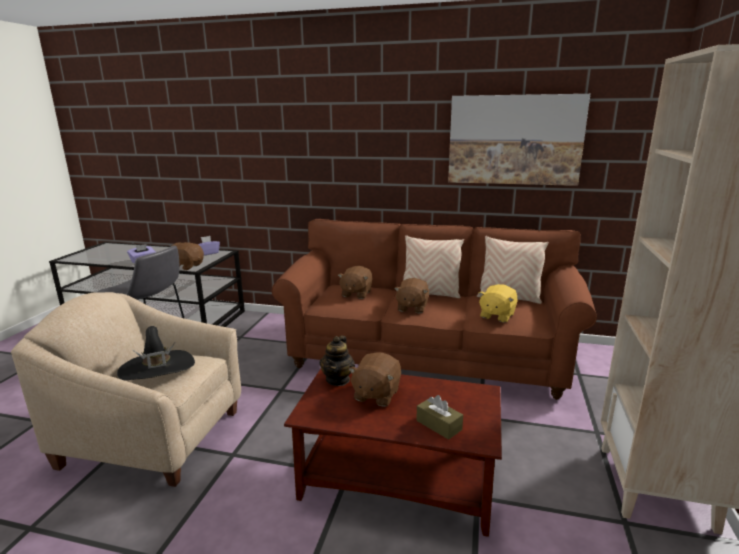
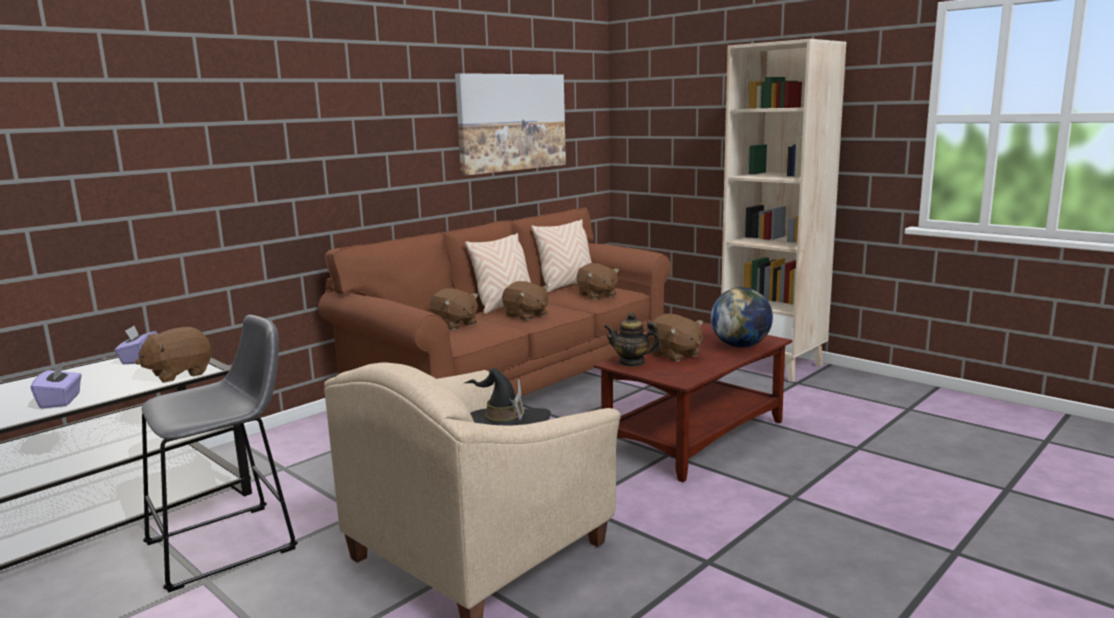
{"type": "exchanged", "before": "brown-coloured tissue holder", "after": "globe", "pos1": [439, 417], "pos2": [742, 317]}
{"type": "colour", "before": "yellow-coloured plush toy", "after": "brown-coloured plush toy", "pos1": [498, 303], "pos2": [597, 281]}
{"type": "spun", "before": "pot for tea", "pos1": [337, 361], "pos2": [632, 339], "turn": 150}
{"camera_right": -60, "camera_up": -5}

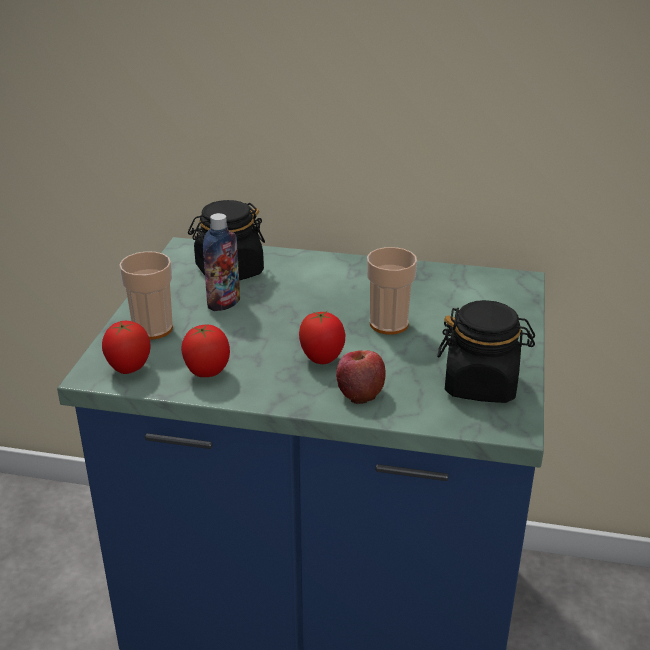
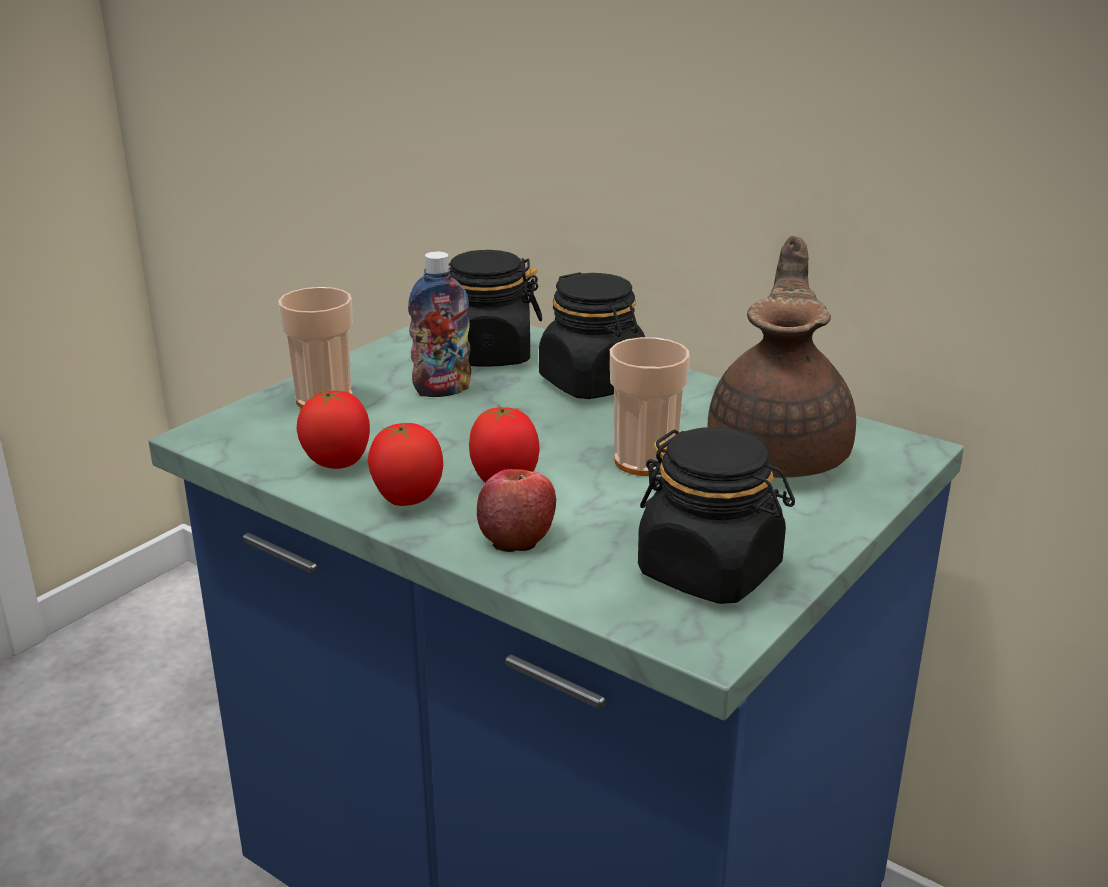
{"type": "appeared", "after": "black preserve jar", "pos2": [592, 335]}
{"type": "appeared", "after": "brown-coloured pot for tea", "pos2": [782, 357]}
{"type": "relocated", "before": "whole tomato", "pos1": [126, 347], "pos2": [405, 464]}
{"camera_right": 25, "camera_up": -5}

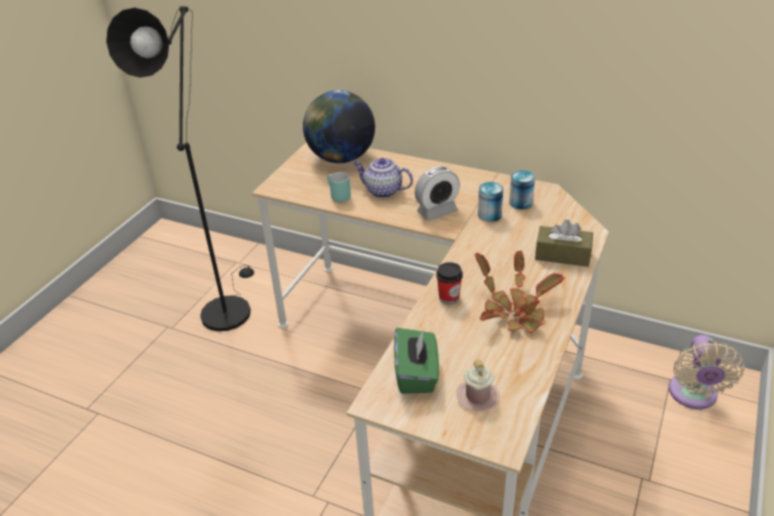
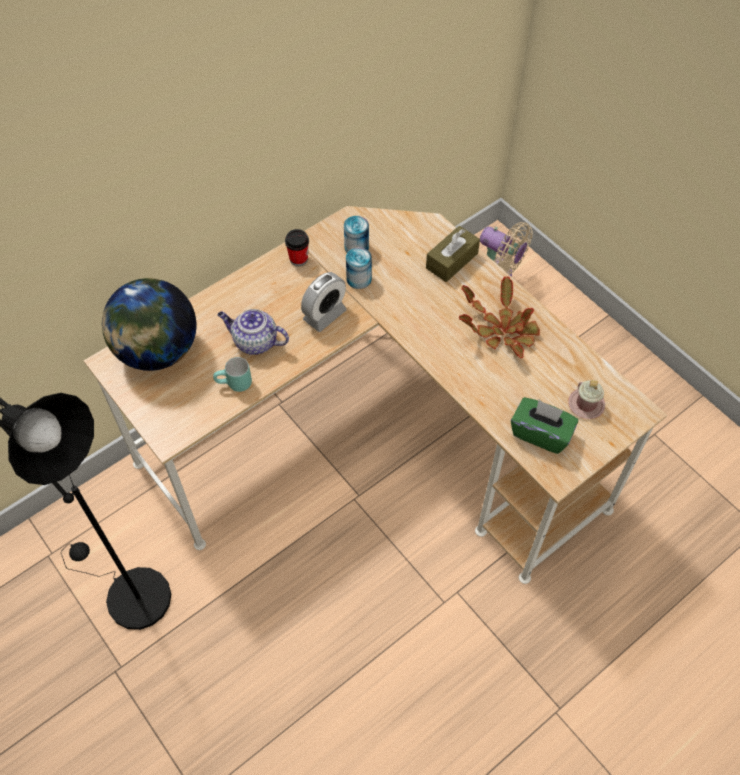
{"type": "relocated", "before": "drinking cup", "pos1": [449, 283], "pos2": [297, 247]}
{"type": "spun", "before": "pot for tea", "pos1": [383, 178], "pos2": [253, 332], "turn": 60}
{"type": "spun", "before": "alarm clock", "pos1": [437, 193], "pos2": [324, 302], "turn": 45}
{"camera_right": -65, "camera_up": 20}

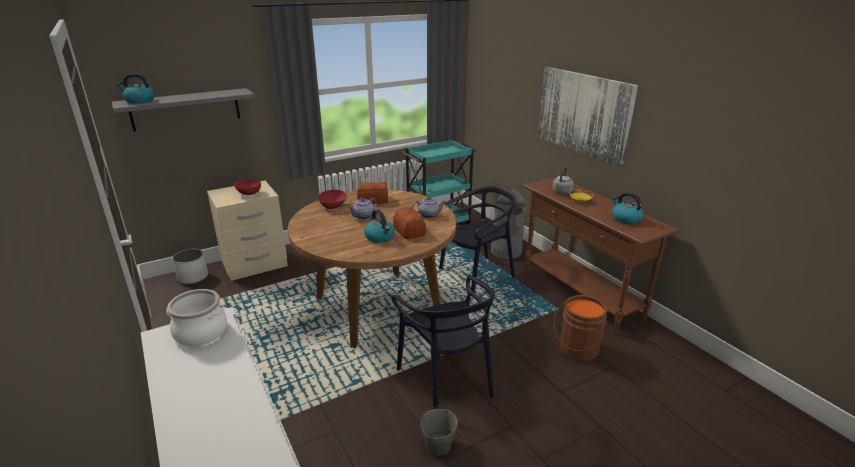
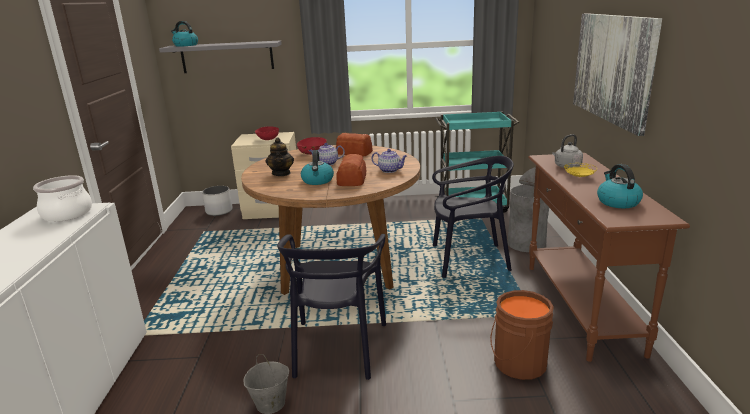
{"type": "appeared", "after": "pot for tea", "pos2": [280, 157]}
{"camera_right": 30, "camera_up": -5}

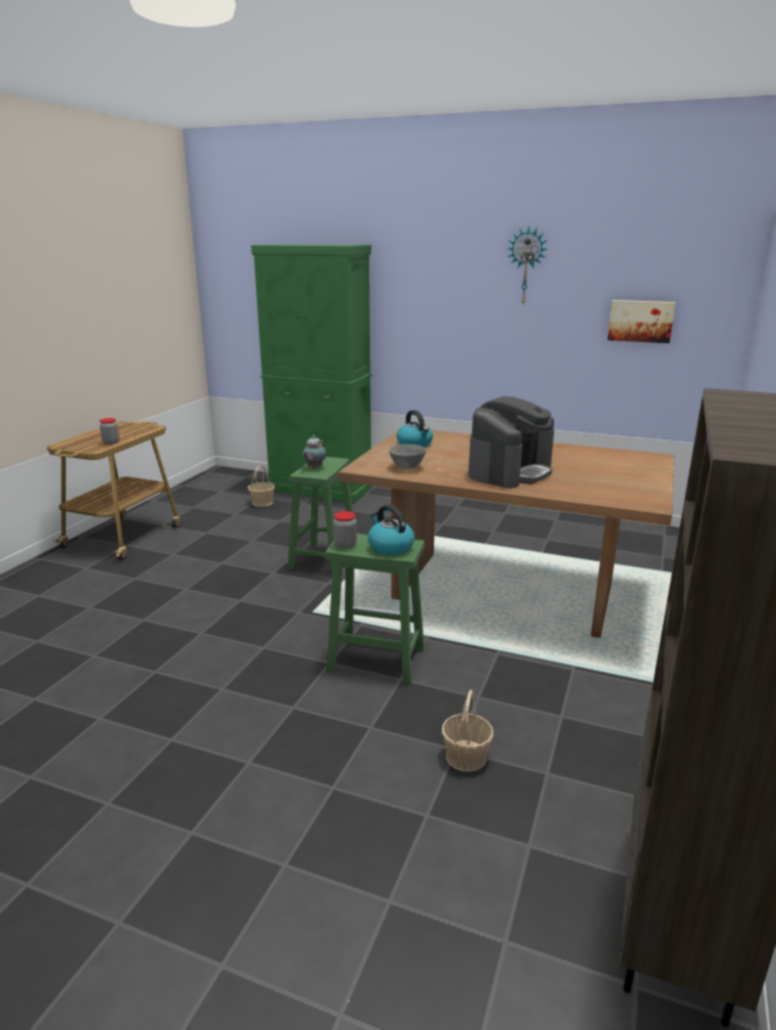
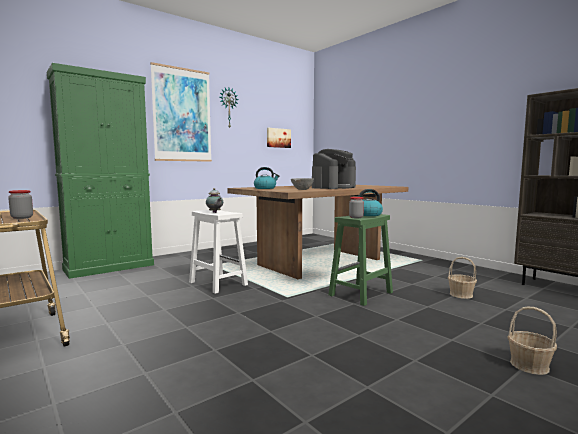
{"type": "appeared", "after": "wall picture", "pos2": [181, 112]}
{"type": "relocated", "before": "storage basket", "pos1": [261, 486], "pos2": [532, 341]}
{"type": "colour", "before": "green-coloured sitting stool", "after": "white-coloured sitting stool", "pos1": [320, 515], "pos2": [218, 252]}
{"type": "spun", "before": "coffee machine", "pos1": [511, 442], "pos2": [334, 169], "turn": 60}
{"camera_right": -60, "camera_up": -15}

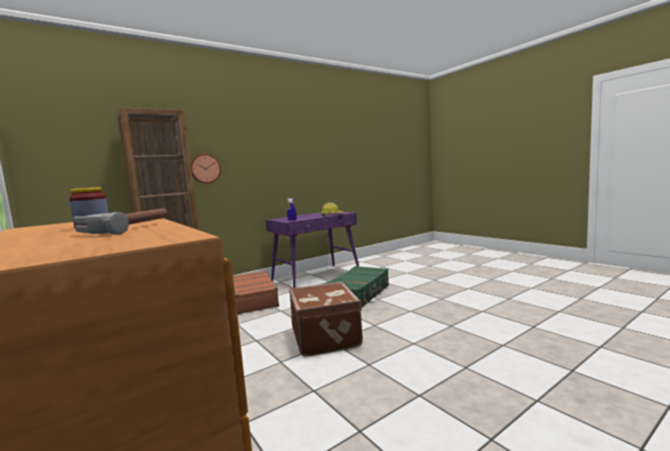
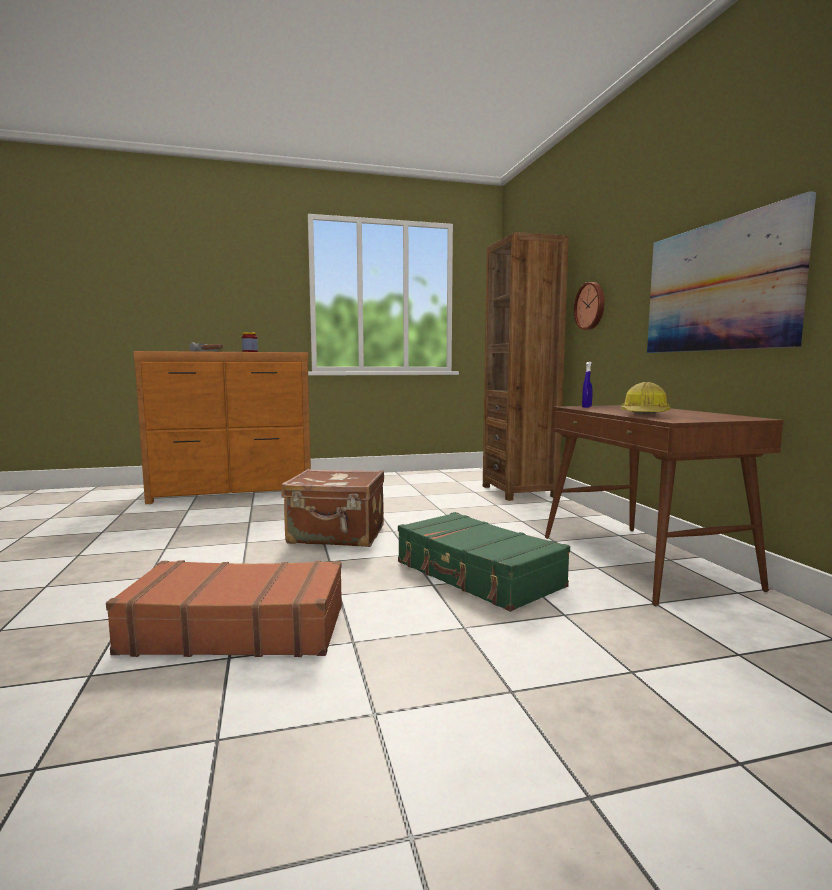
{"type": "appeared", "after": "wall picture", "pos2": [731, 272]}
{"type": "relocated", "before": "brown-coloured piece of luggage", "pos1": [256, 292], "pos2": [224, 608]}
{"type": "colour", "before": "purplish desk", "after": "brown-coloured desk", "pos1": [312, 250], "pos2": [664, 505]}
{"camera_right": 110, "camera_up": 0}

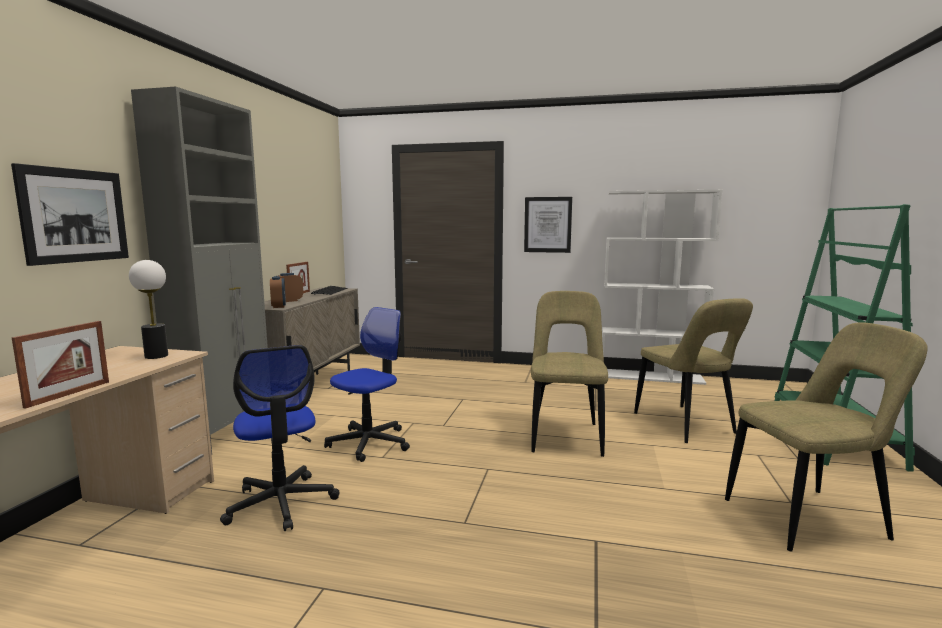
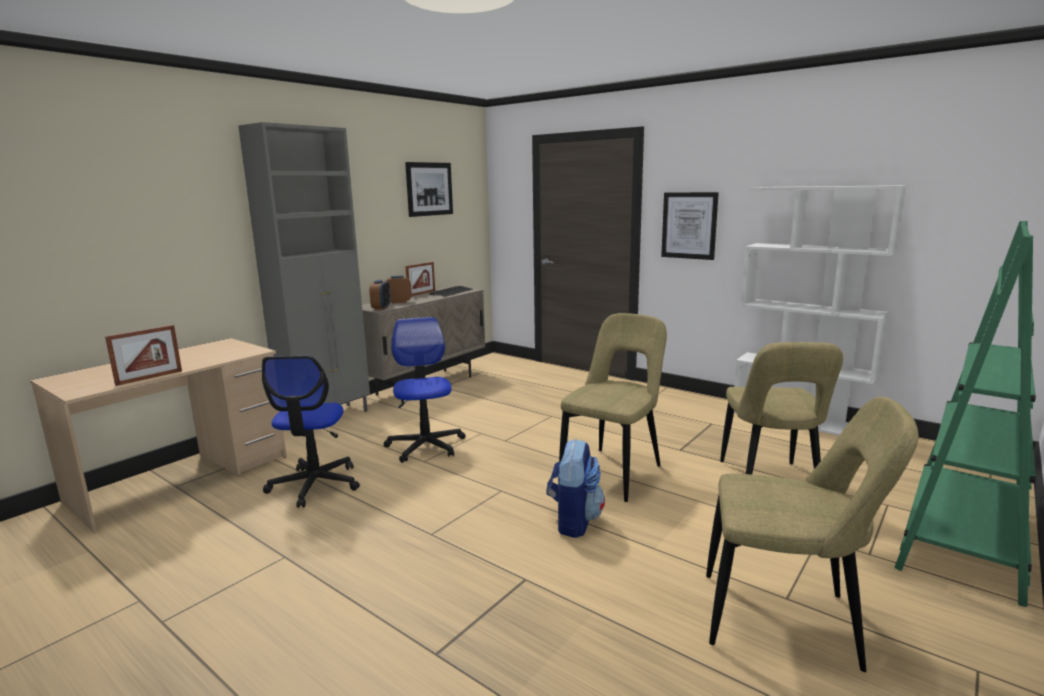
{"type": "missing", "before": "lamp for a table", "pos1": [148, 309]}
{"type": "appeared", "after": "rucksack", "pos2": [575, 488]}
{"type": "relocated", "before": "wall picture", "pos1": [70, 214], "pos2": [429, 189]}
{"type": "spun", "before": "desk chair", "pos1": [367, 384], "pos2": [425, 390], "turn": -75}
{"camera_right": 25, "camera_up": 5}

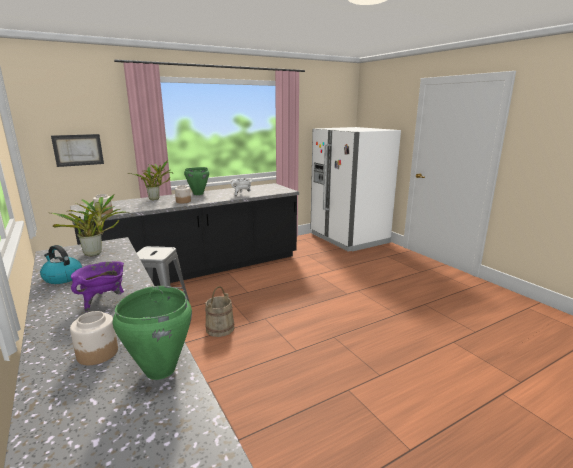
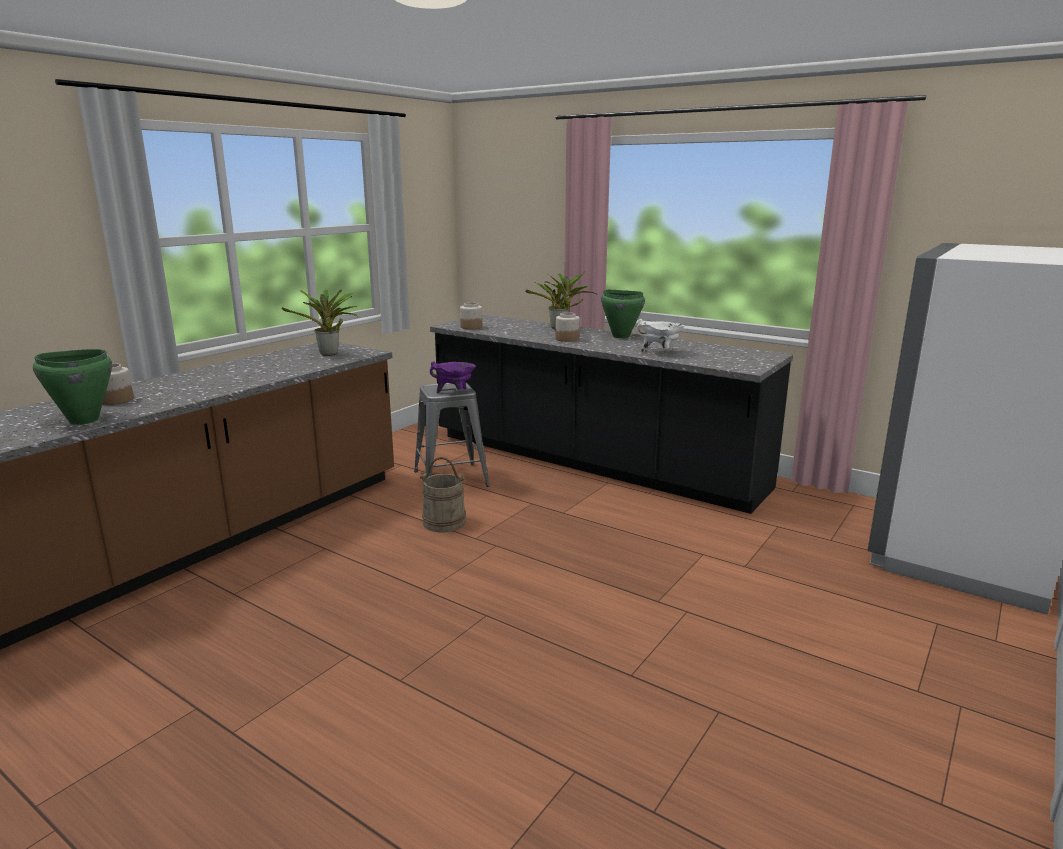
{"type": "missing", "before": "tea kettle", "pos1": [61, 264]}
{"type": "missing", "before": "wall picture", "pos1": [77, 150]}
{"type": "relocated", "before": "purplish cooking pot", "pos1": [97, 286], "pos2": [453, 377]}
{"camera_right": 65, "camera_up": 0}

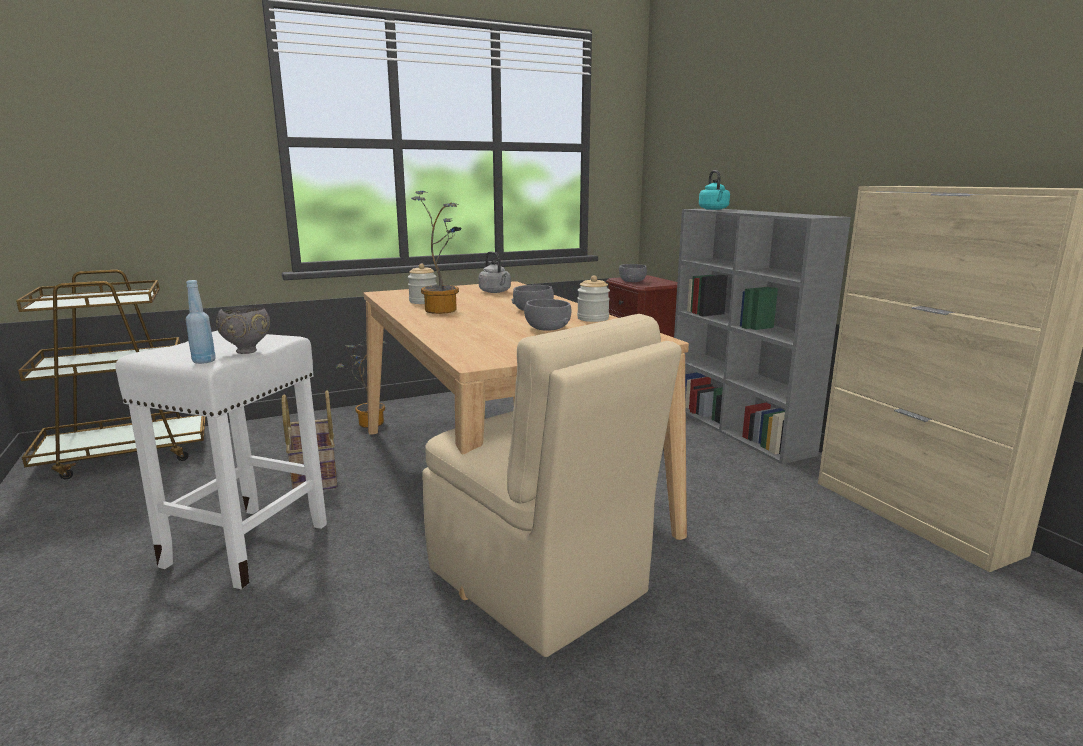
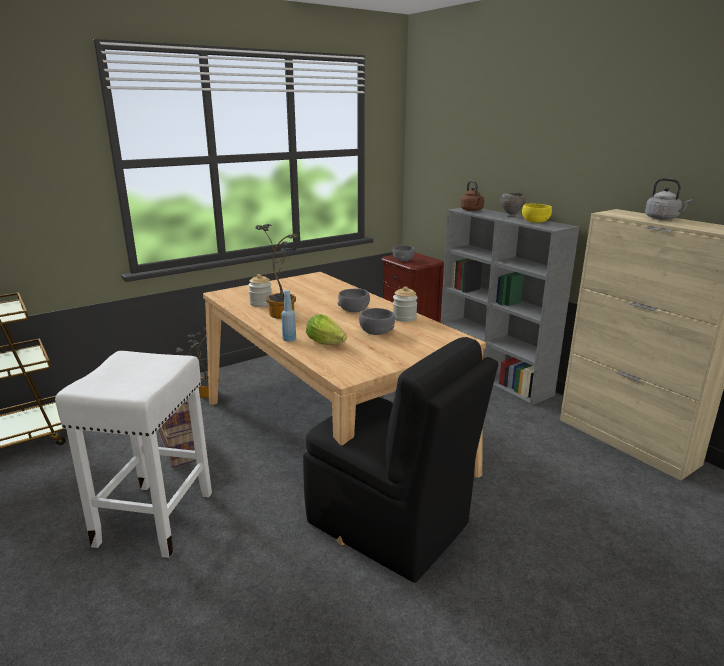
{"type": "appeared", "after": "head of lettuce", "pos2": [326, 329]}
{"type": "appeared", "after": "yellow-coloured deep dish", "pos2": [537, 213]}
{"type": "relocated", "before": "blue-coloured beverage bottle", "pos1": [201, 322], "pos2": [288, 316]}
{"type": "relocated", "before": "gray deep dish", "pos1": [243, 330], "pos2": [513, 205]}
{"type": "relocated", "before": "gray tea kettle", "pos1": [495, 272], "pos2": [668, 199]}
{"type": "colour", "before": "beige plain chair", "after": "black plain chair", "pos1": [552, 485], "pos2": [400, 460]}
{"type": "colour", "before": "turquoise-coloured tea kettle", "after": "brown-coloured tea kettle", "pos1": [714, 190], "pos2": [472, 195]}
{"camera_right": -10, "camera_up": 5}

